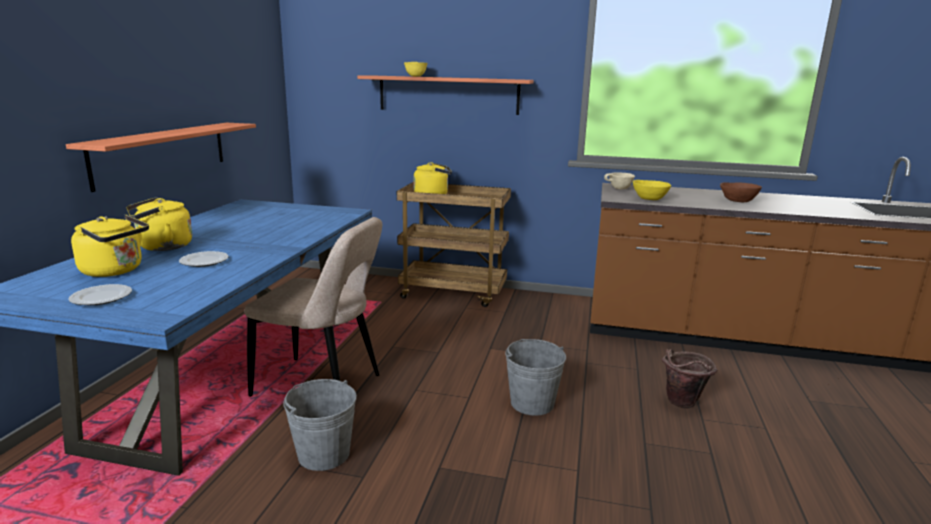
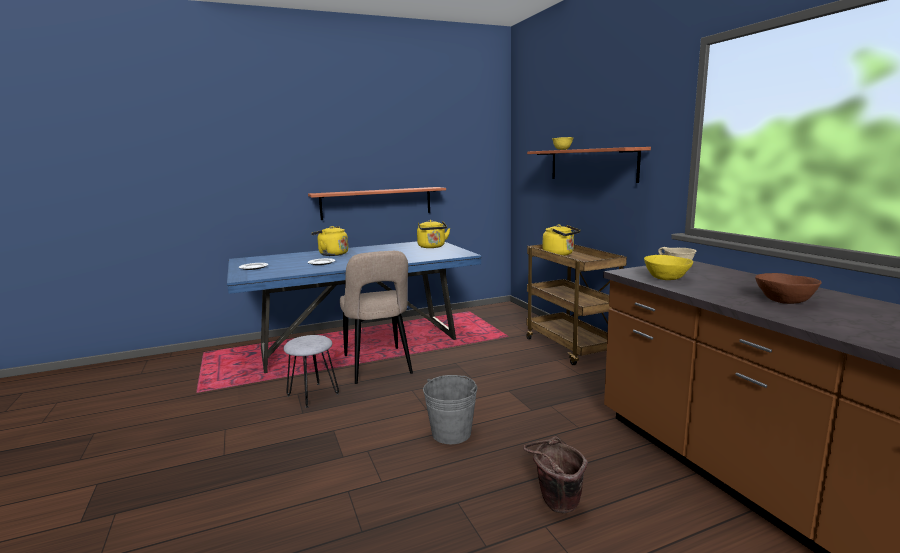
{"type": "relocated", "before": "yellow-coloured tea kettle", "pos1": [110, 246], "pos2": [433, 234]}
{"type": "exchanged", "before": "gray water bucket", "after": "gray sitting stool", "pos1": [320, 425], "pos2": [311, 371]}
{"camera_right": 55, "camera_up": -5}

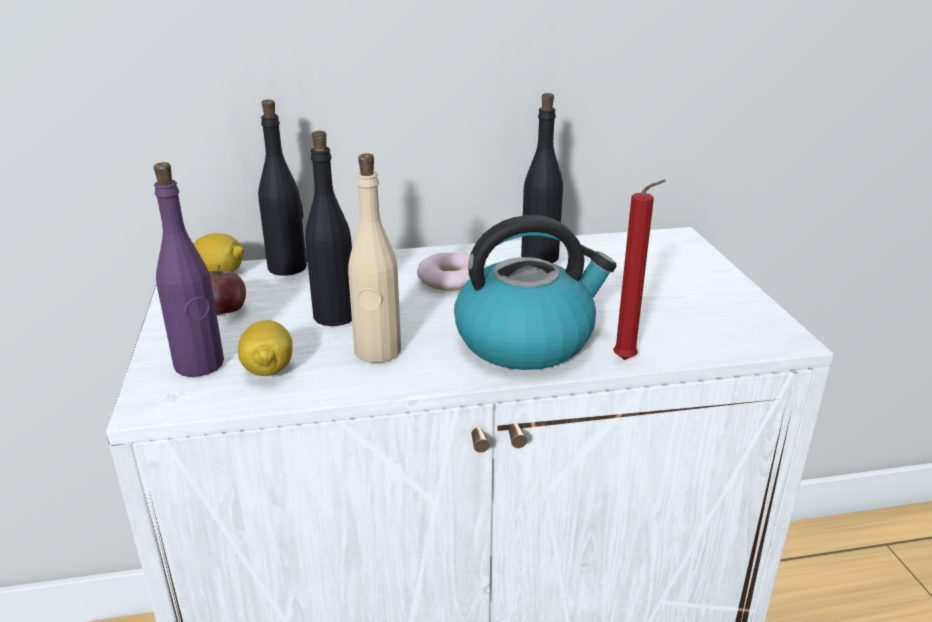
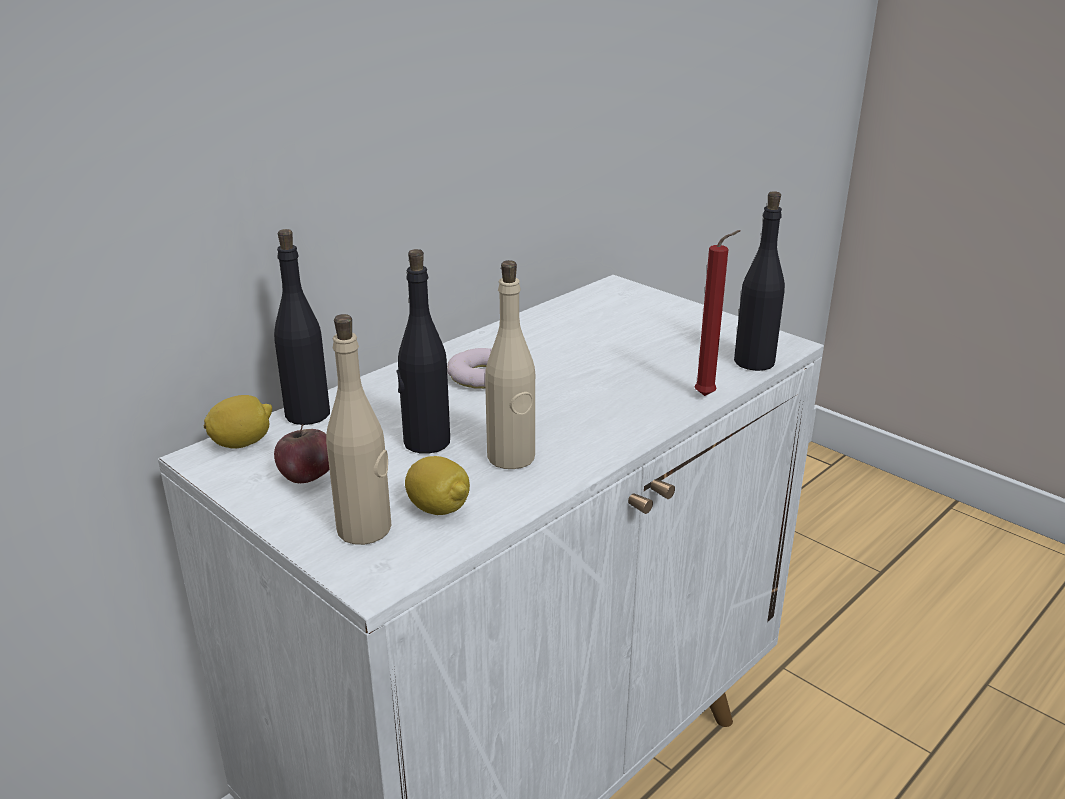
{"type": "missing", "before": "tea kettle", "pos1": [535, 292]}
{"type": "relocated", "before": "black beverage bottle", "pos1": [542, 178], "pos2": [759, 281]}
{"type": "colour", "before": "purplish beverage bottle", "after": "beige beverage bottle", "pos1": [188, 269], "pos2": [359, 429]}
{"camera_right": -35, "camera_up": 0}

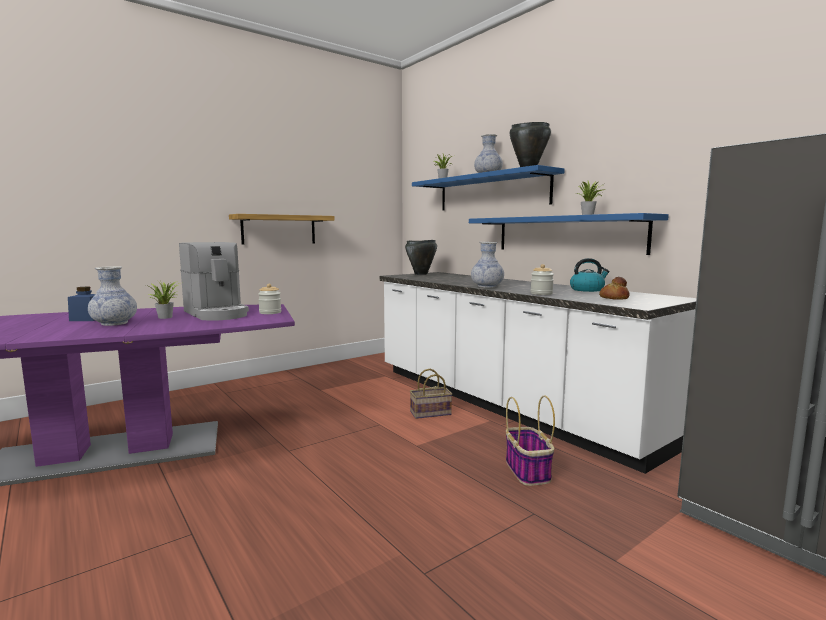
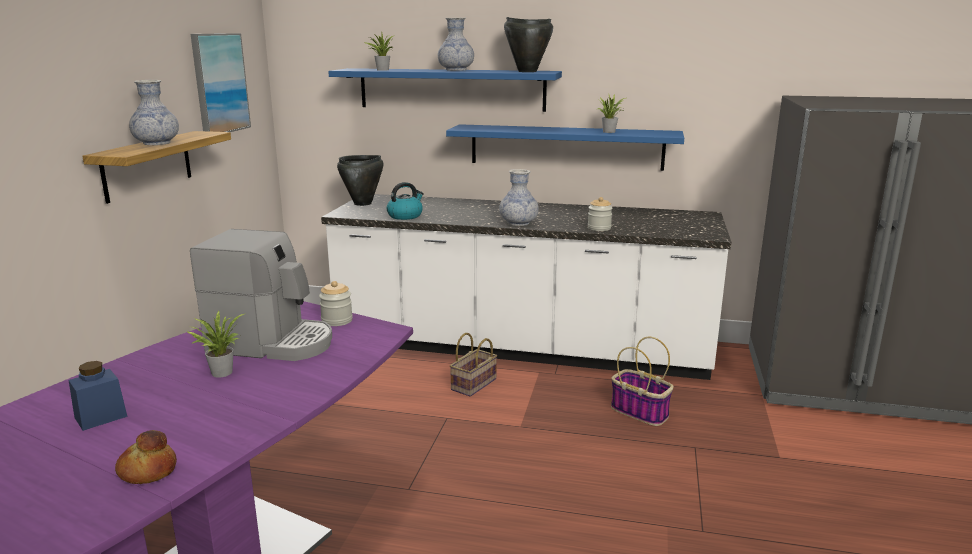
{"type": "appeared", "after": "wall picture", "pos2": [221, 82]}
{"type": "relocated", "before": "flower vase", "pos1": [112, 296], "pos2": [154, 112]}
{"type": "relocated", "before": "tea kettle", "pos1": [590, 275], "pos2": [405, 201]}
{"type": "relocated", "before": "baked bread", "pos1": [614, 288], "pos2": [146, 457]}
{"camera_right": -40, "camera_up": 10}

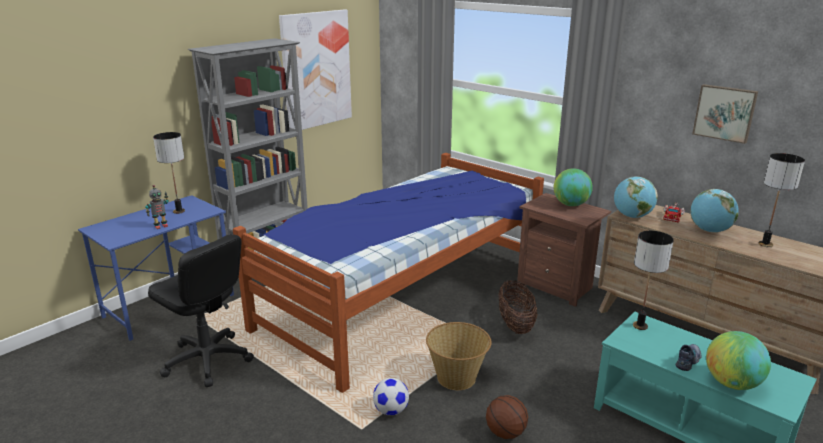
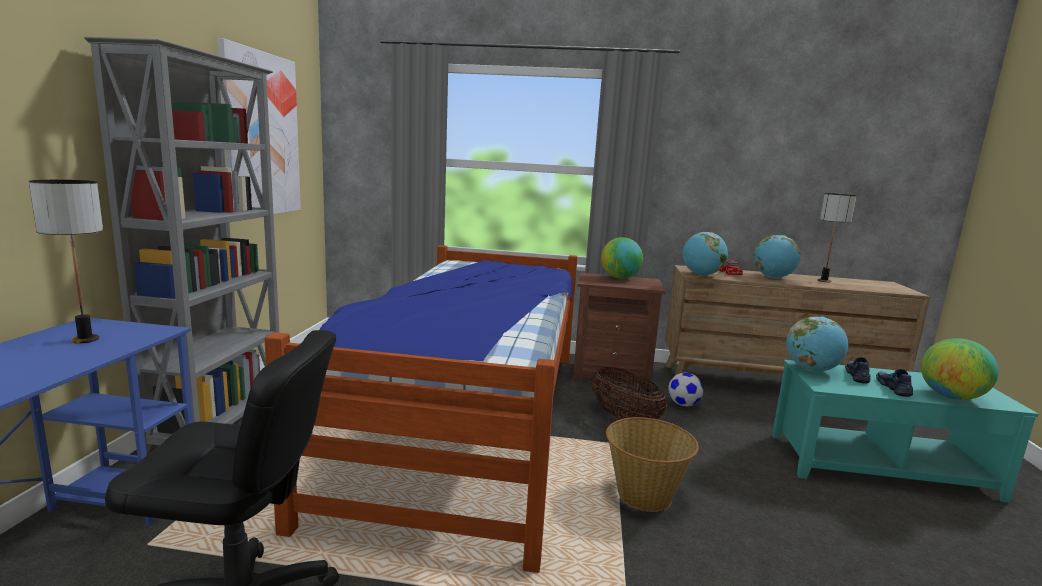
{"type": "missing", "before": "toy robot", "pos1": [157, 207]}
{"type": "missing", "before": "ball for basketball", "pos1": [507, 417]}
{"type": "missing", "before": "wall picture", "pos1": [725, 114]}
{"type": "appeared", "after": "low shoe", "pos2": [857, 370]}
{"type": "relocated", "before": "ball for football", "pos1": [391, 396], "pos2": [685, 390]}
{"type": "exchanged", "before": "lamp for a table", "after": "globe", "pos1": [653, 280], "pos2": [817, 344]}
{"camera_right": -35, "camera_up": -10}

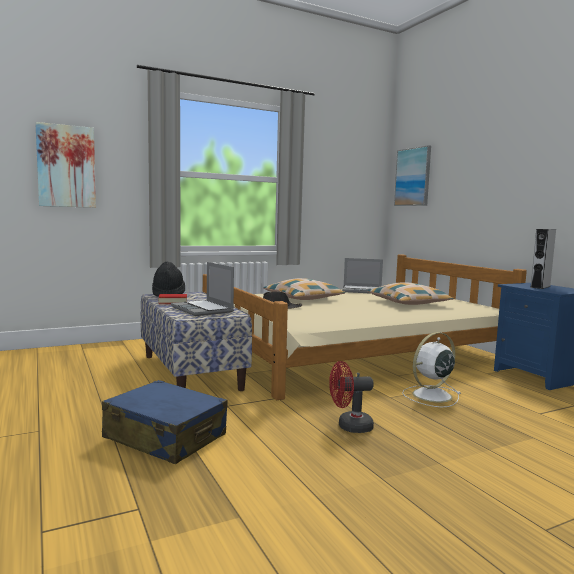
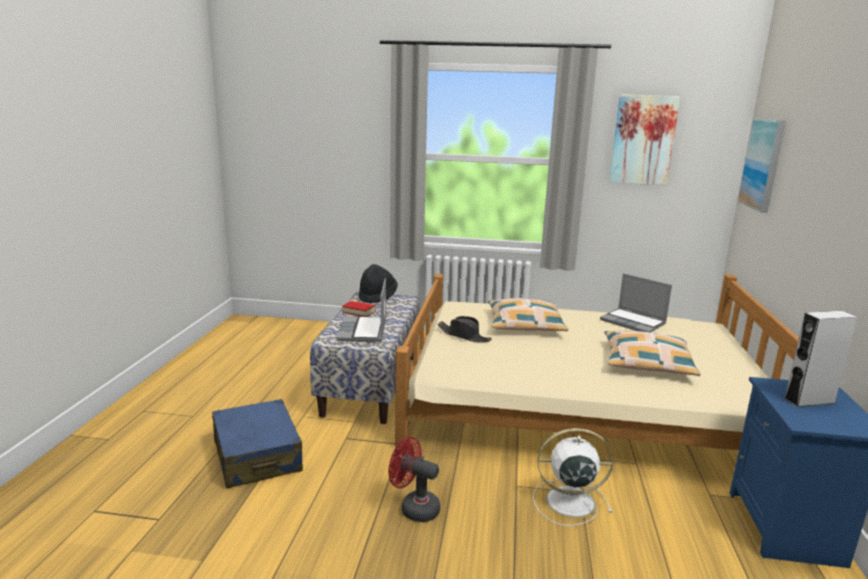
{"type": "relocated", "before": "wall picture", "pos1": [65, 165], "pos2": [644, 139]}
{"camera_right": 35, "camera_up": 10}

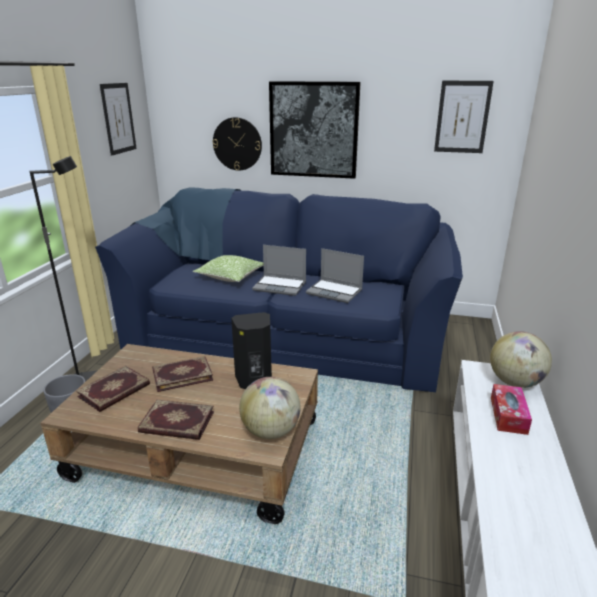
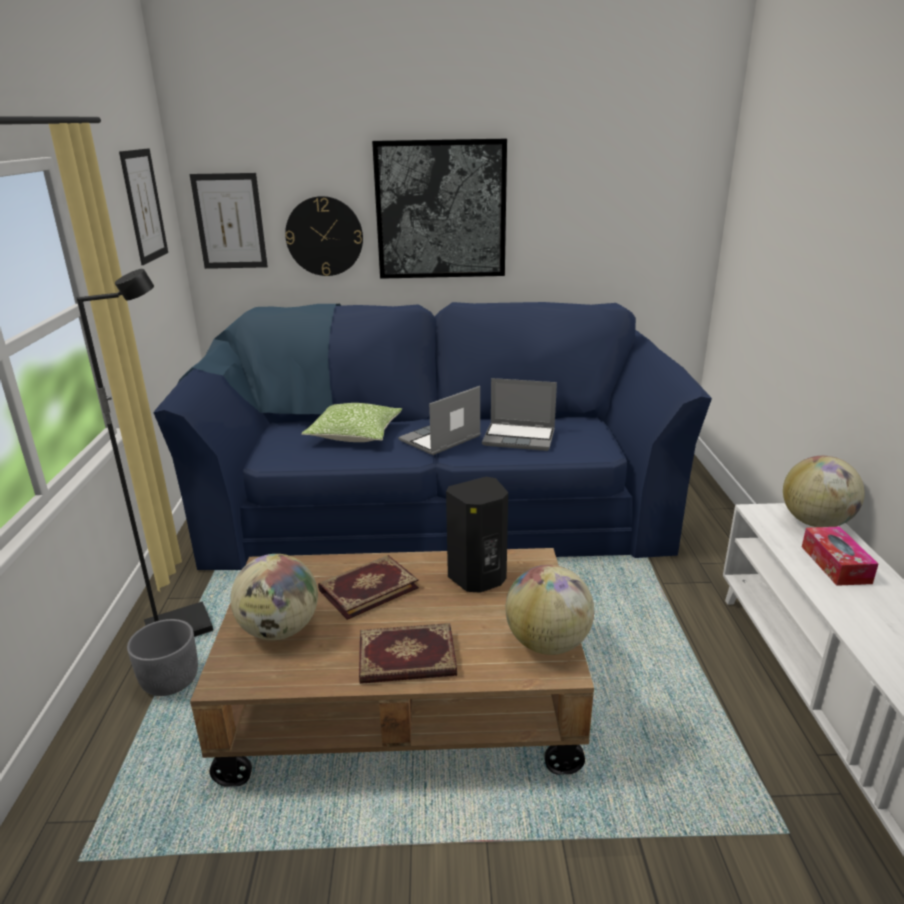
{"type": "relocated", "before": "wall picture", "pos1": [464, 117], "pos2": [229, 221]}
{"type": "exchanged", "before": "volume", "after": "globe", "pos1": [113, 389], "pos2": [274, 597]}
{"type": "spun", "before": "notebook computer", "pos1": [279, 270], "pos2": [439, 420], "turn": 135}
{"camera_right": -15, "camera_up": 0}

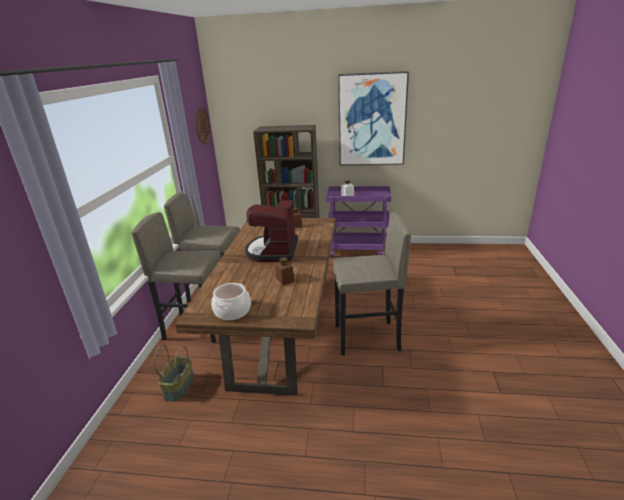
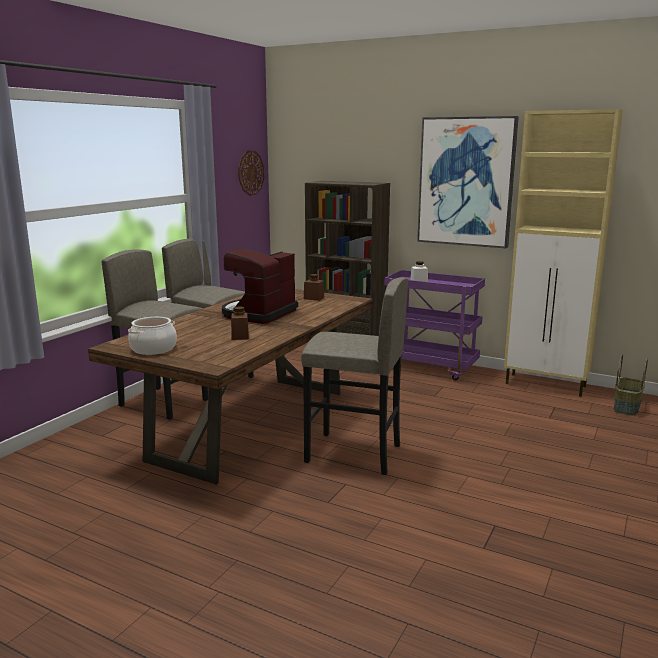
{"type": "appeared", "after": "beige cupboard", "pos2": [563, 253]}
{"type": "relocated", "before": "storage basket", "pos1": [174, 373], "pos2": [631, 385]}
{"camera_right": 20, "camera_up": -10}

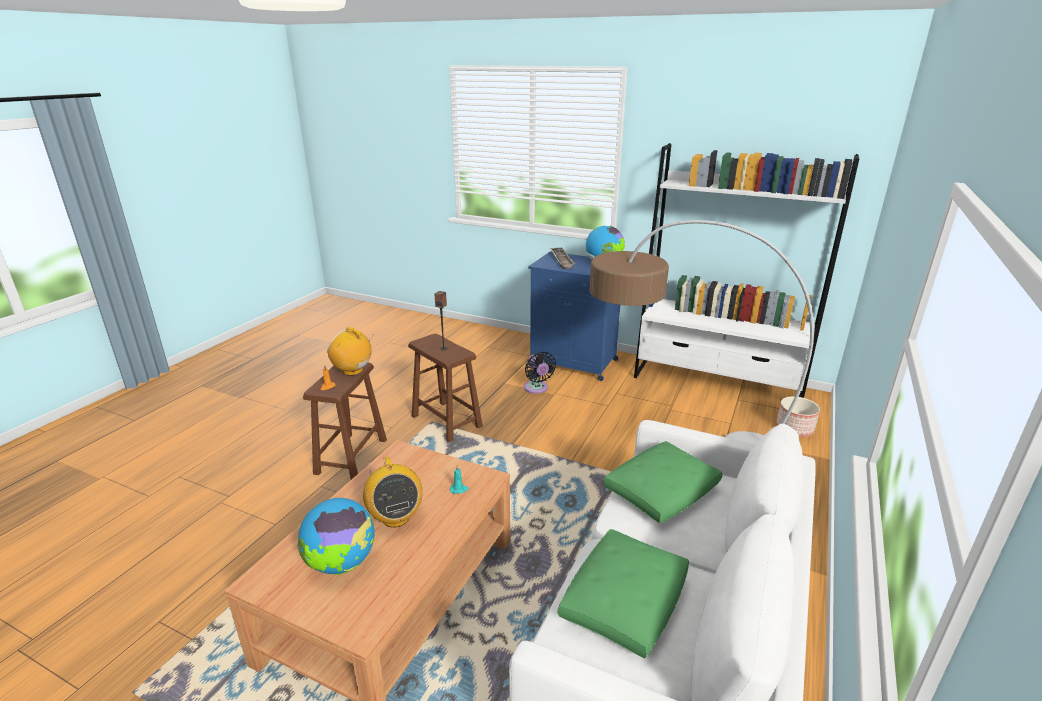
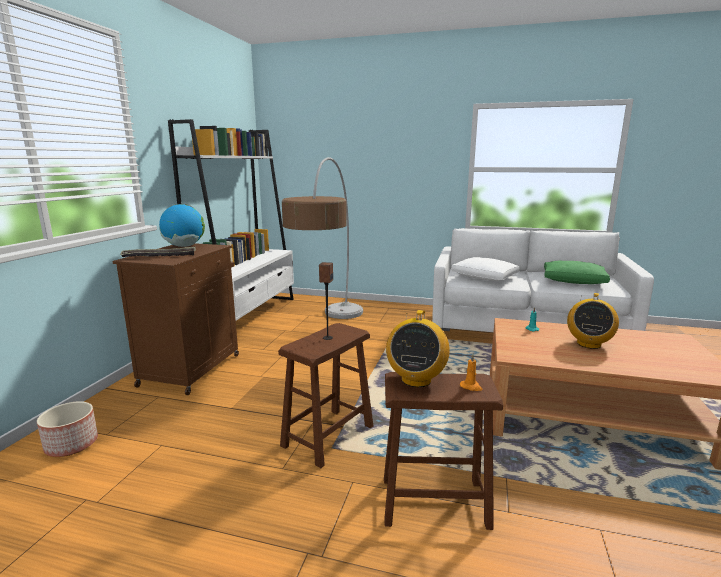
{"type": "missing", "before": "globe", "pos1": [336, 536]}
{"type": "missing", "before": "black fan", "pos1": [540, 373]}
{"type": "relocated", "before": "planter", "pos1": [798, 416], "pos2": [67, 429]}
{"type": "colour", "before": "blue-coloured cupboard", "after": "brown-coloured cupboard", "pos1": [574, 316], "pos2": [176, 319]}
{"type": "colour", "before": "green-coloured pillow", "after": "white-coloured pillow", "pos1": [663, 482], "pos2": [485, 269]}
{"type": "spun", "before": "radio", "pos1": [393, 492], "pos2": [593, 321], "turn": 150}
{"camera_right": -100, "camera_up": -10}

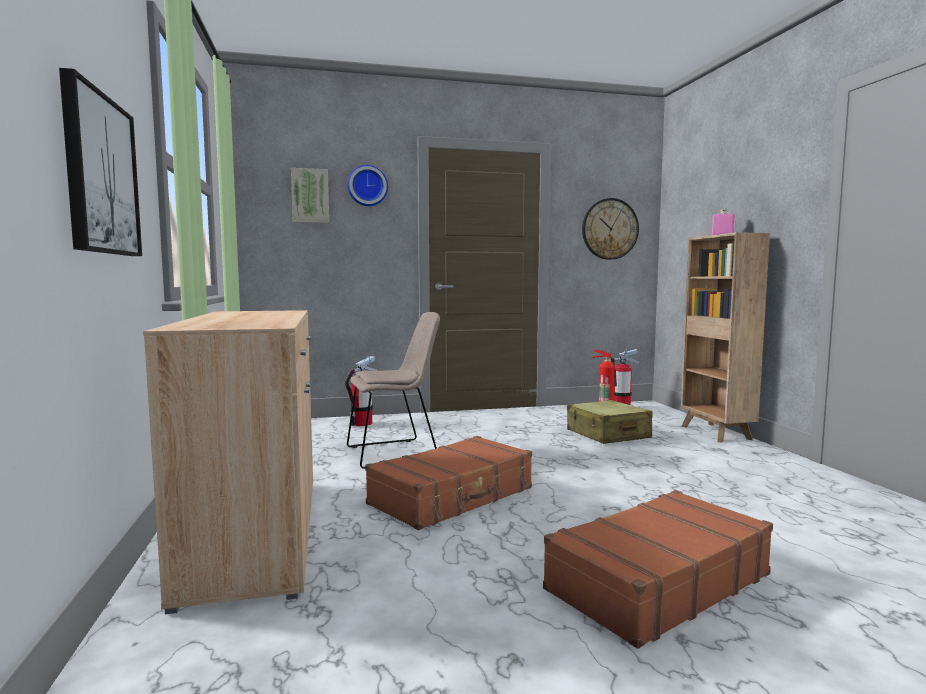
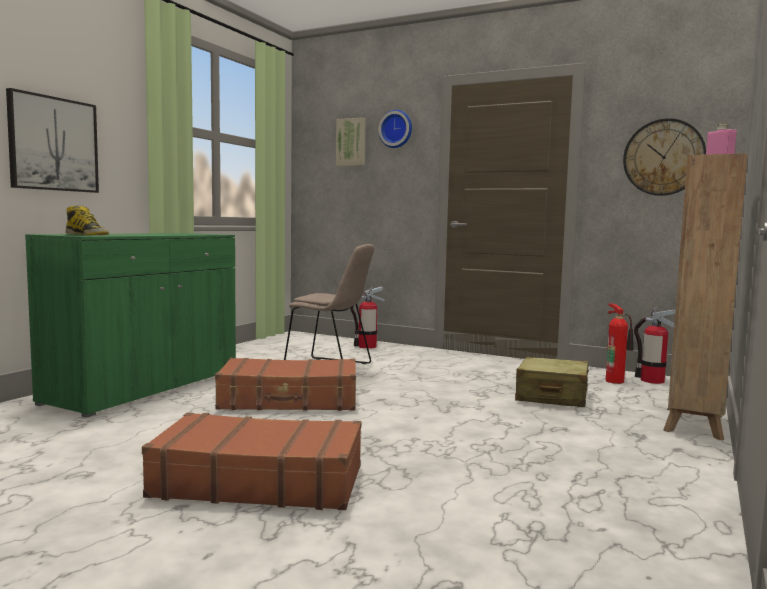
{"type": "appeared", "after": "tall boot", "pos2": [87, 220]}
{"type": "colour", "before": "beige cupboard", "after": "green-coloured cupboard", "pos1": [228, 462], "pos2": [130, 325]}
{"camera_right": 40, "camera_up": 0}

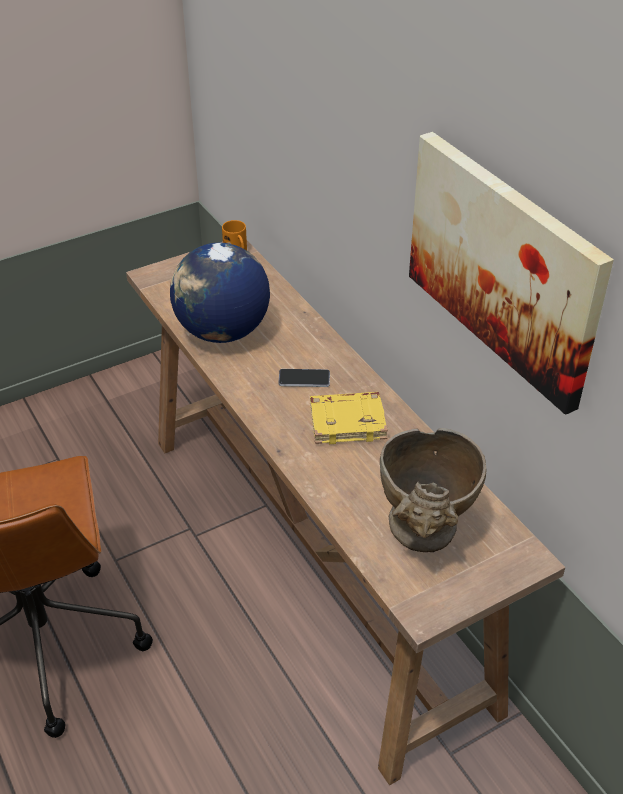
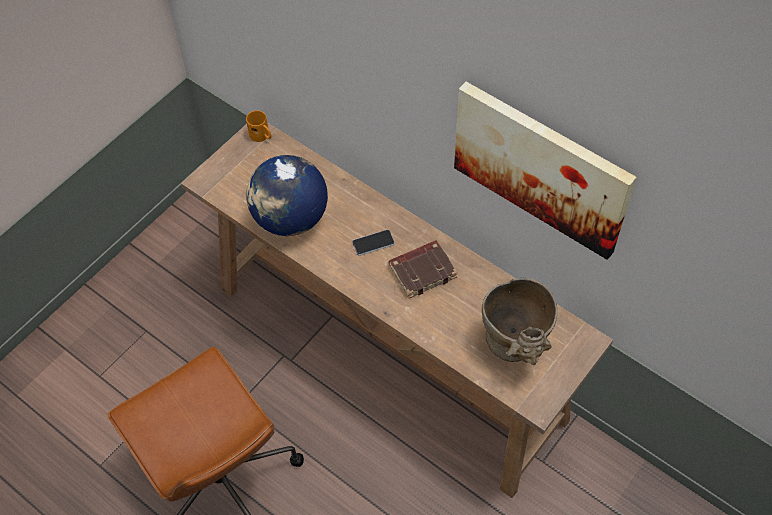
{"type": "colour", "before": "yellow-coloured volume", "after": "brown-coloured volume", "pos1": [349, 418], "pos2": [423, 269]}
{"camera_right": -20, "camera_up": 15}

